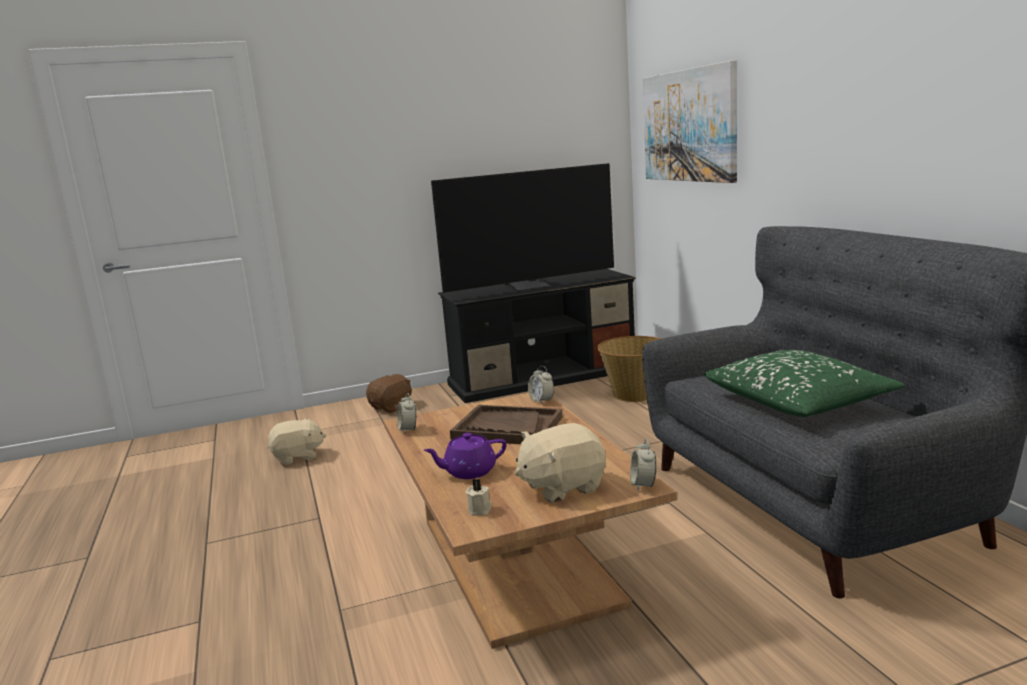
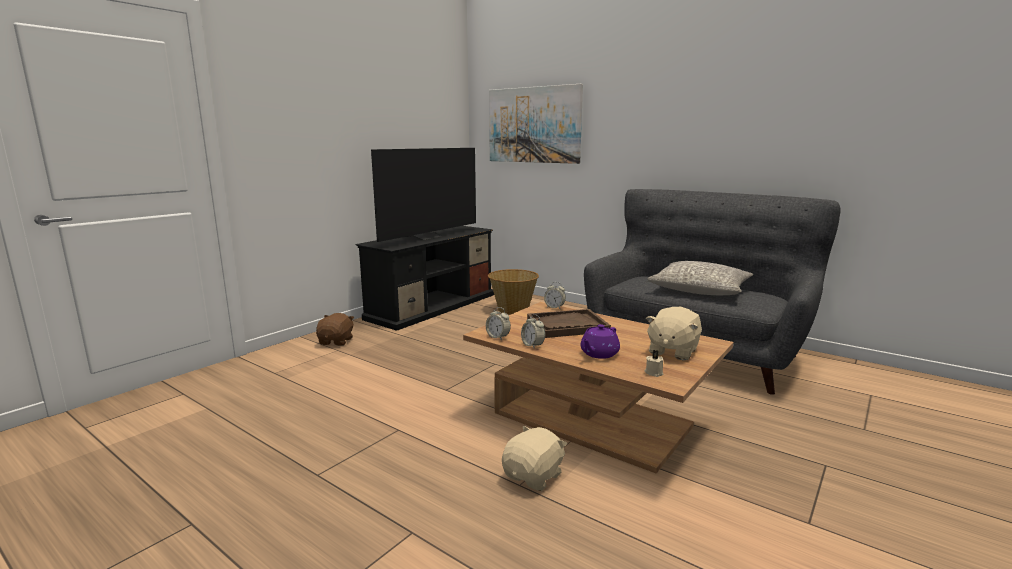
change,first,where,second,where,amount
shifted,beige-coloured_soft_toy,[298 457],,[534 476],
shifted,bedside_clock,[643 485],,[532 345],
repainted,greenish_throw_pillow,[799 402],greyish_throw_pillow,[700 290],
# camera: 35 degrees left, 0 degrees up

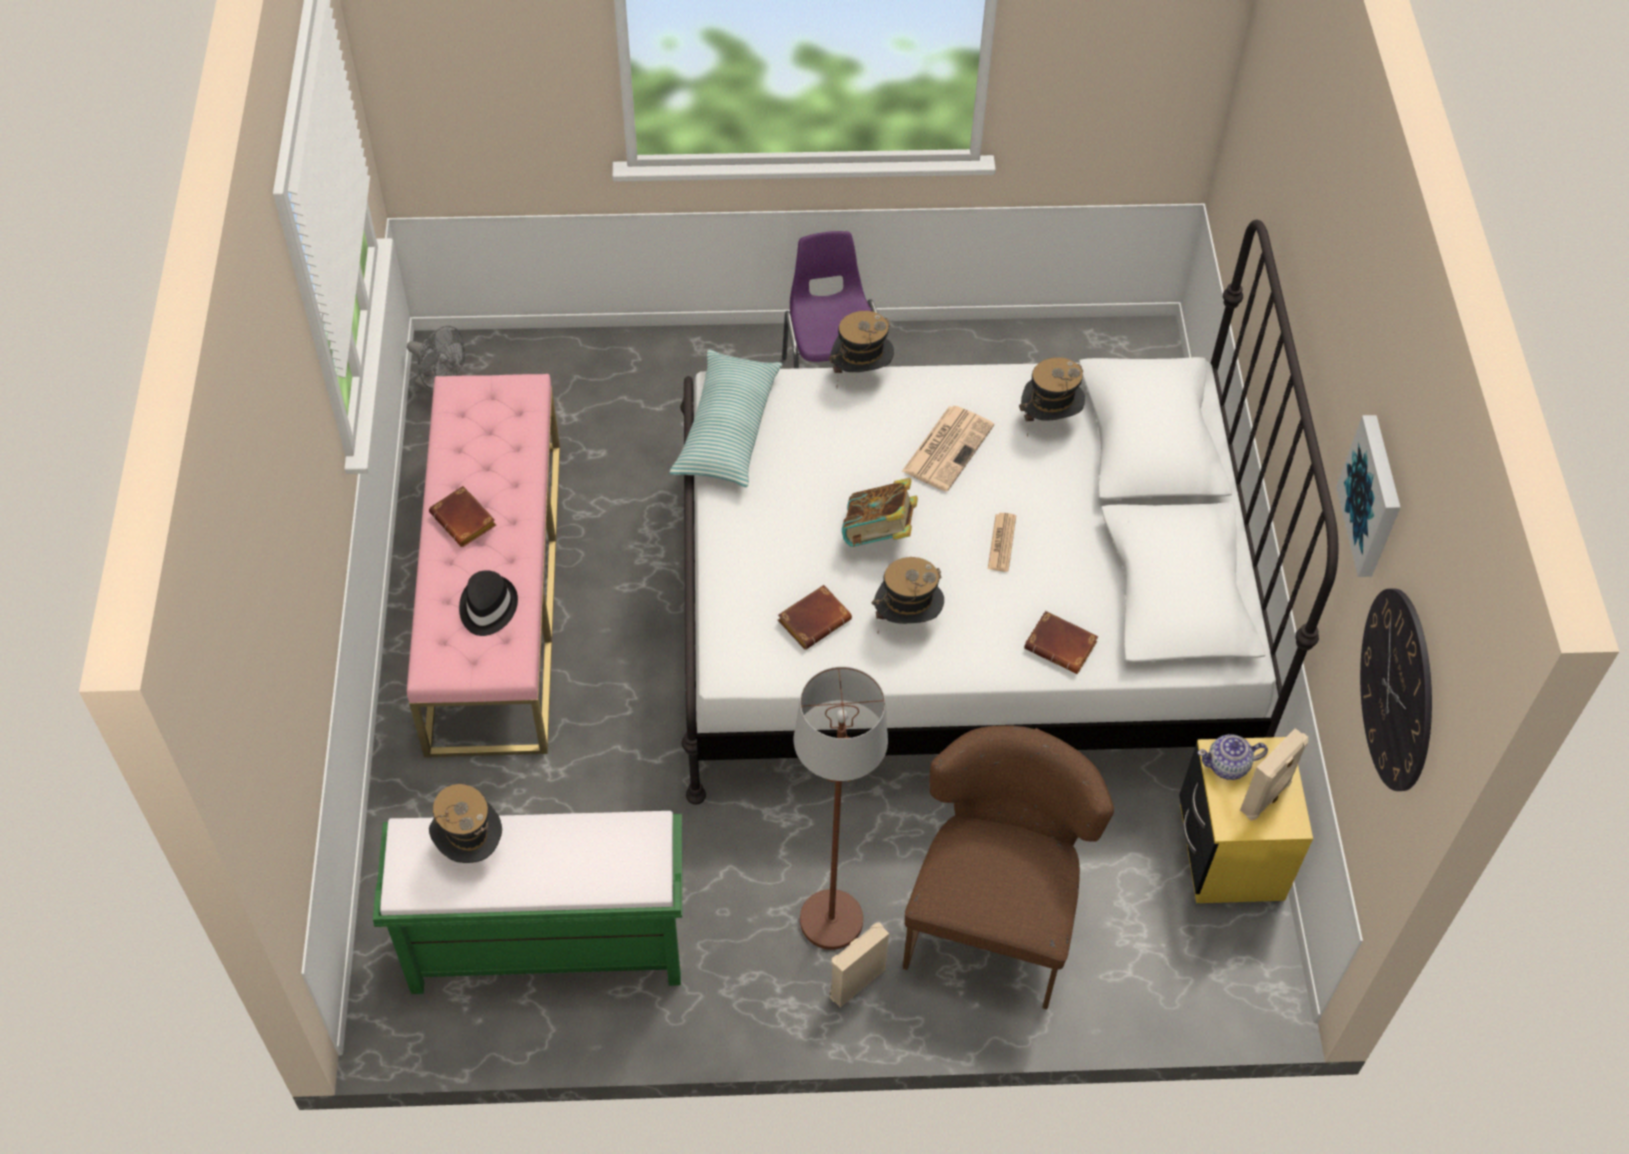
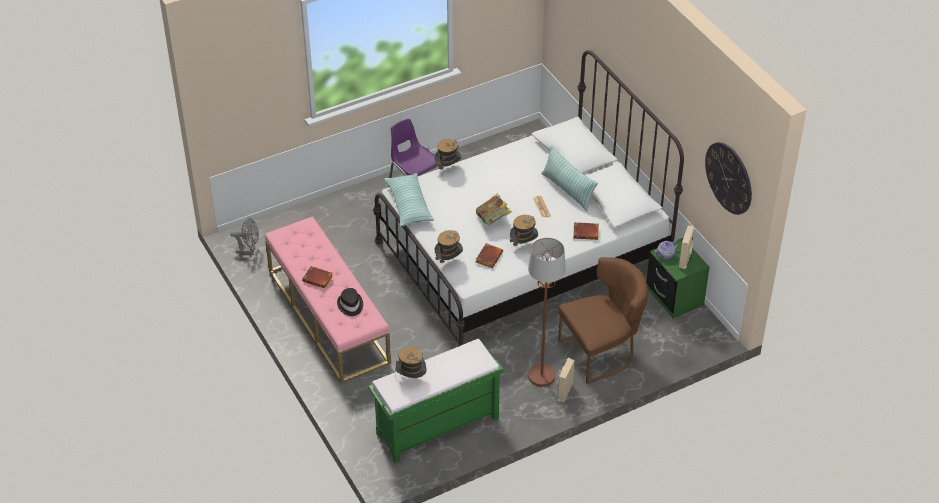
change,first,where,second,where,amount
shifted,wearable_hat,[1049 420],,[448 260],
new,,,throw_pillow,[568 190],
rotated,brown_upright_chair,[993 919],,[602 352],75 degrees clockwise
repainted,yellowish_bedside_table,[1230 852],greenish_bedside_table,[674 297],
gone,newspaper,[948 447],,,
gone,wall_art,[1374 496],,,
# camera: 25 degrees left, 10 degrees down

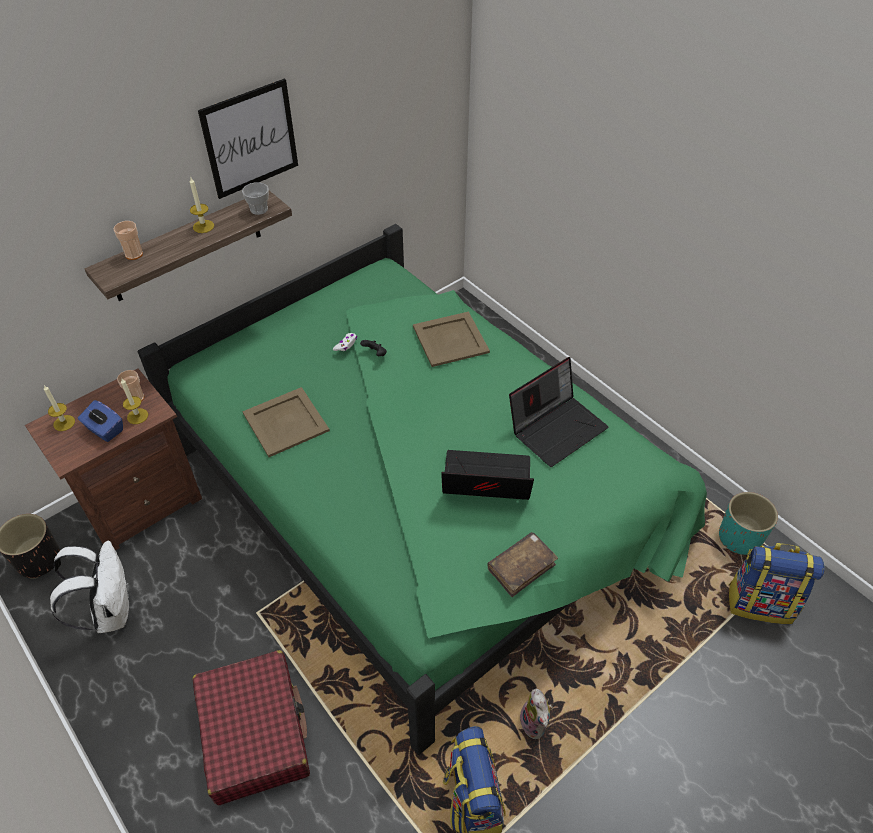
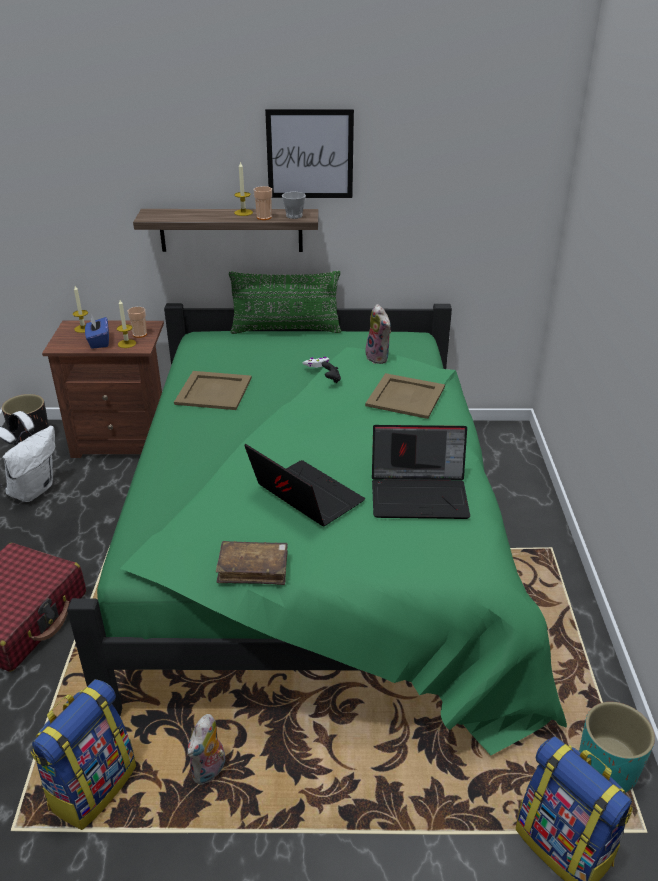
change,first,where,second,where,amount
new,,,greenish_throw_pillow,[286 329],
shifted,cup,[134 254],,[264 217],
new,,,soft_toy,[379 357],
# camera: 40 degrees right, 15 degrees down

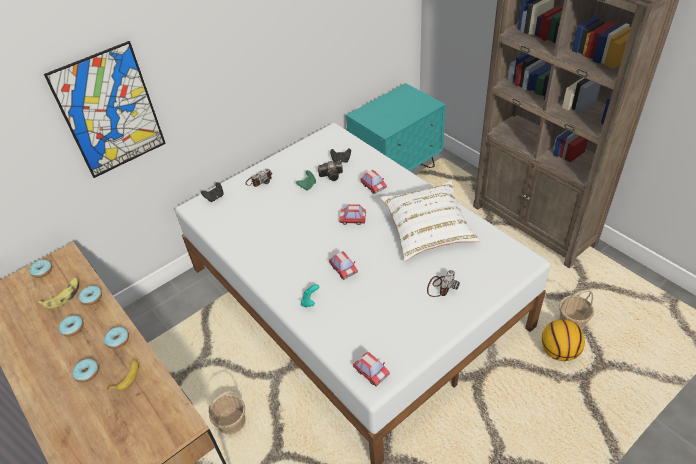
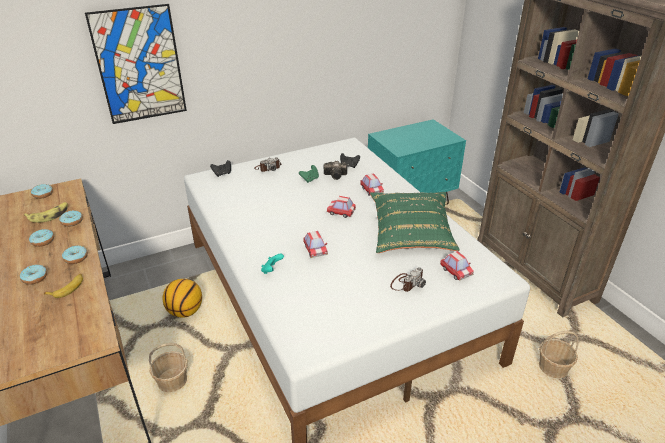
change,first,where,second,where,amount
shifted,basketball,[559 351],,[185 311],
repainted,white-coloured_throw_pillow,[427 230],greenish_throw_pillow,[411 234],
shifted,miniature_car,[371 372],,[456 271],
# camera: 10 degrees right, 10 degrees down

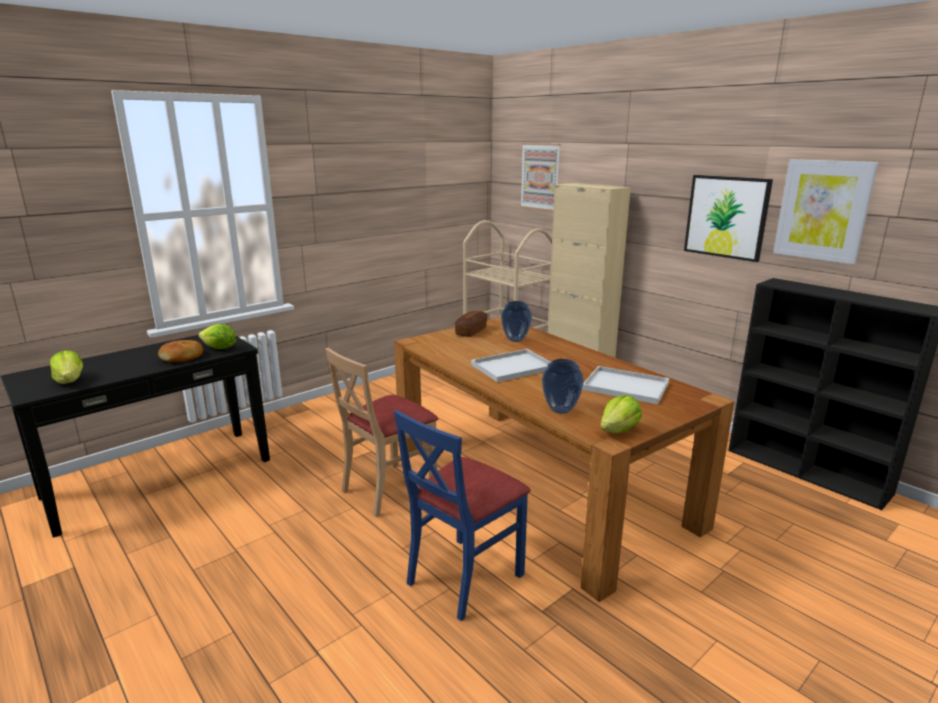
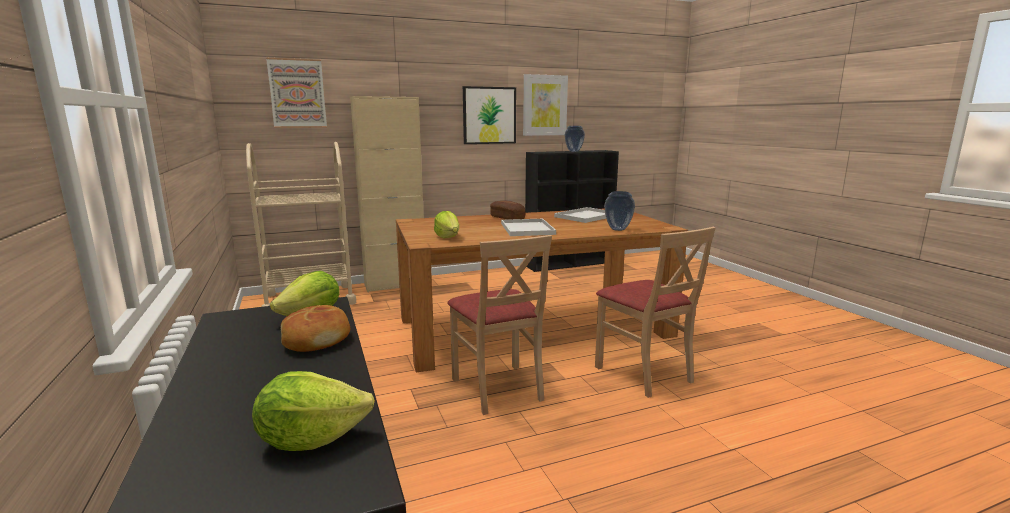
change,first,where,second,where,amount
shifted,head_of_lettuce,[619 430],,[448 237],
shifted,bread,[471 331],,[507 218],
shifted,decorative_vase,[515 339],,[573 151],
repainted,bluish_upright_chair,[463 576],beige-coloured_upright_chair,[644 373],
# camera: 70 degrees left, 5 degrees down

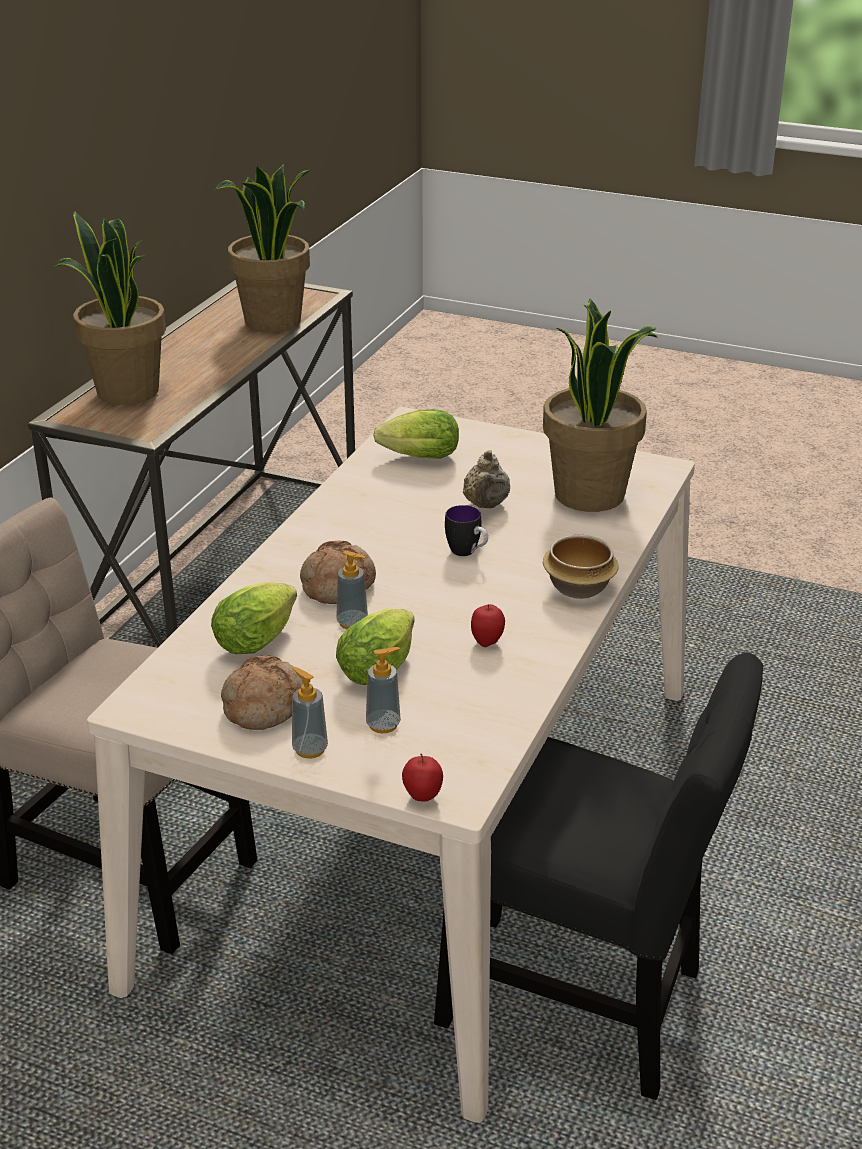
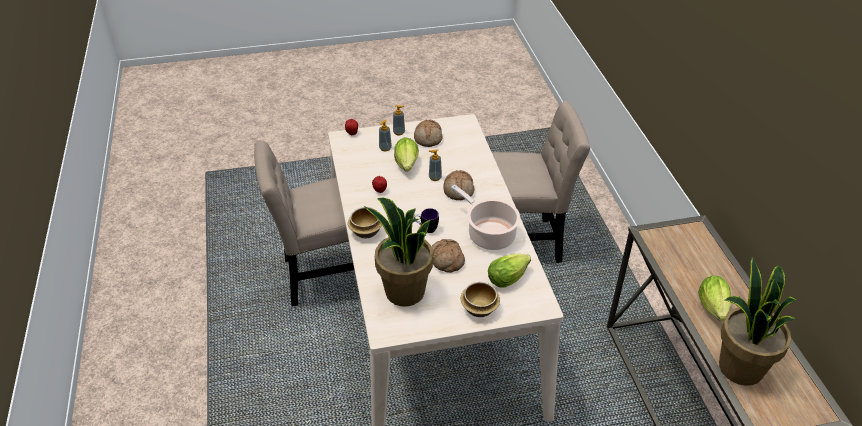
change,first,where,second,where,amount
repainted,black-coloured_upright_chair,[583 1005],beige-coloured_upright_chair,[325 275],
swapped,beige-coloured_teapot,[485 505],bread,[445 260],
new,,,cooking_pot,[489 234],
new,,,bowl,[479 308],
shifted,head_of_lettuce,[259 638],,[713 309],
gone,potted_plant,[126 391],,,
# camera: 145 degrees right, 10 degrees up

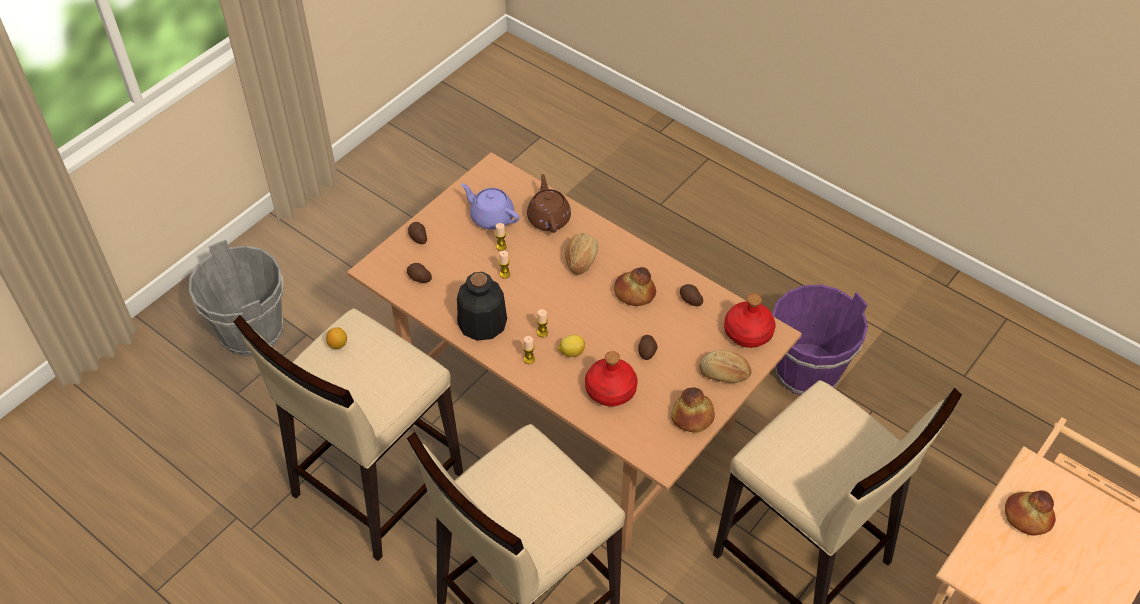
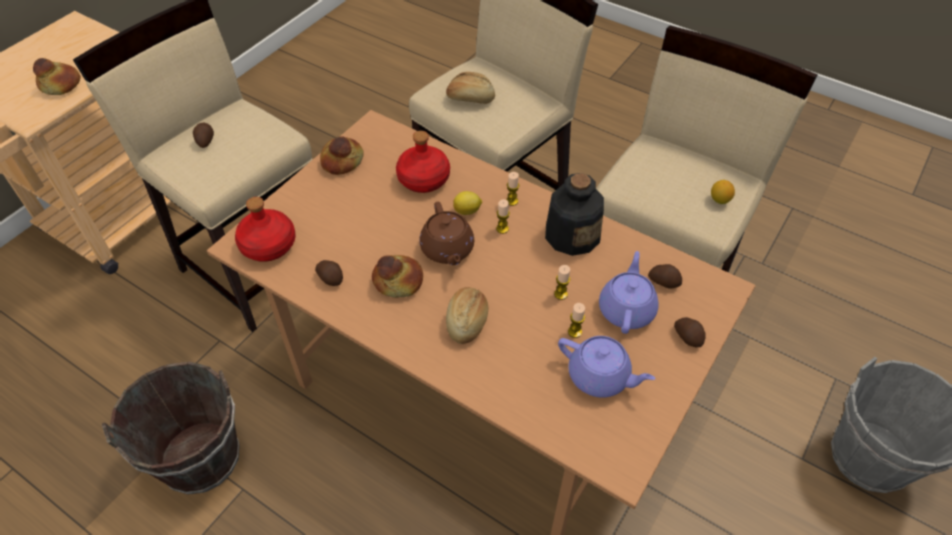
change,first,where,second,where,amount
repainted,purplish_water_bucket,[806 371],brown_water_bucket,[201 459],
shifted,whole_potato,[647 351],,[205 141],
shifted,brown_teapot,[548 218],,[447 250],
shifted,bread,[724 374],,[470 98],
new,,,purplish_teapot,[626 309],
# camera: 175 degrees right, 0 degrees up

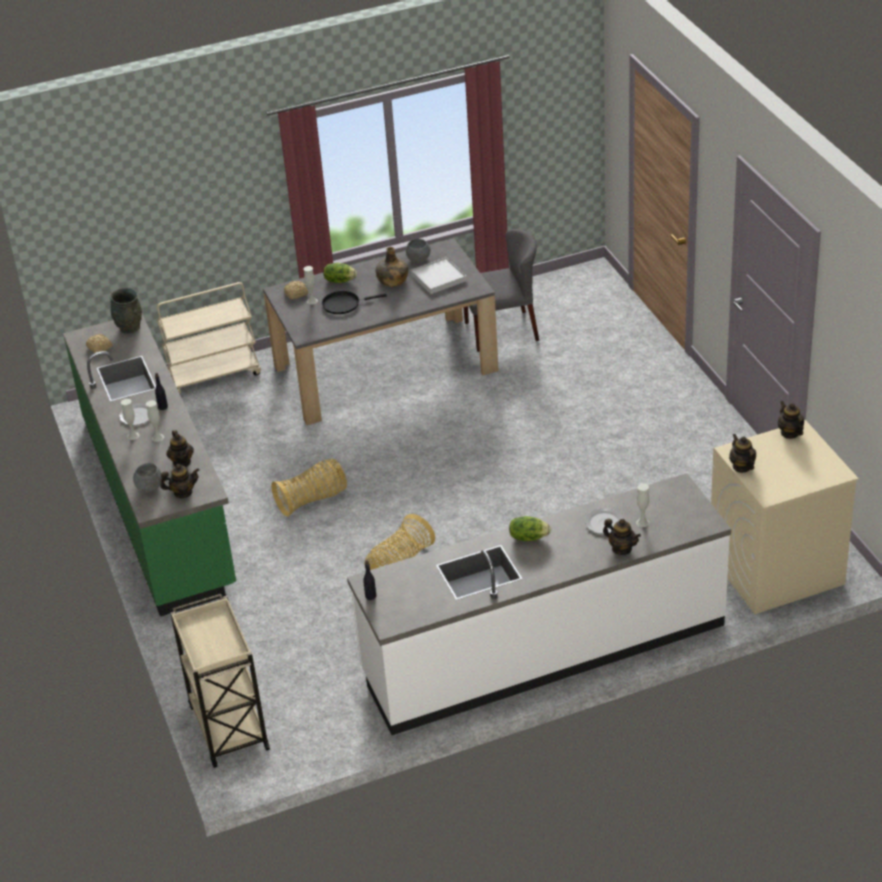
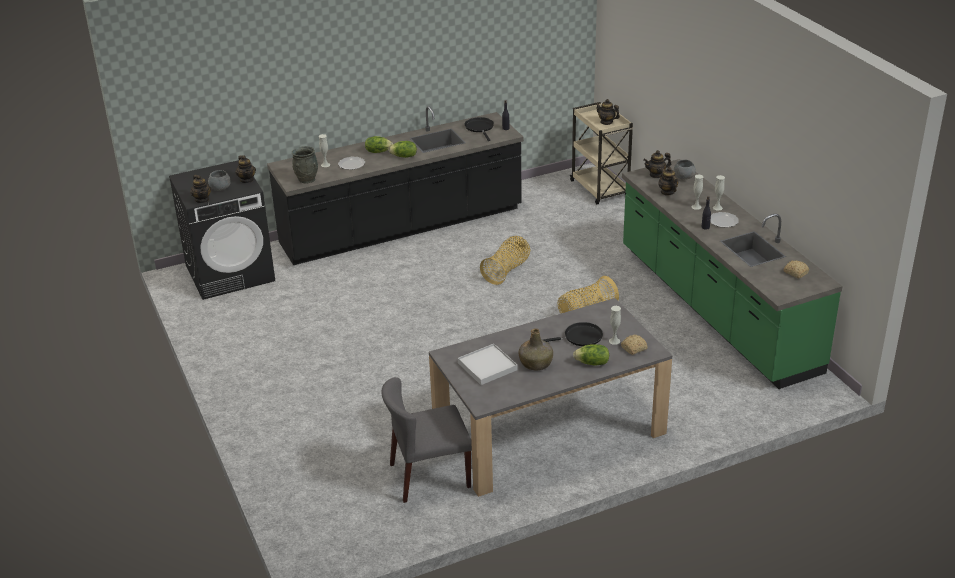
change,first,where,second,where,amount
repainted,beige-coloured_laundry_machine,[775 569],black-coloured_laundry_machine,[230 273],
shifted,greyish_bowl,[418 259],,[220 188],
repainted,white-coloured_counter,[543 649],black-coloured_counter,[402 227],
shifted,greyish_decorative_vase,[129 328],,[307 179],
new,,,head_of_lettuce,[378 151],
new,,,black-coloured_pan,[480 128],
shifted,teapot,[621 548],,[606 122],
gone,beige-coloured_trolley,[214 375],,,
# camera: 175 degrees right, 5 degrees down

